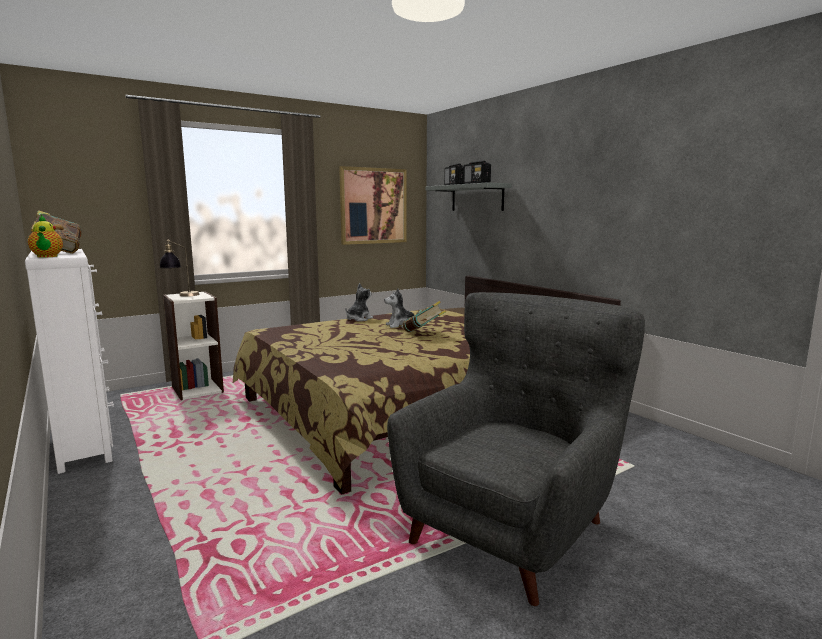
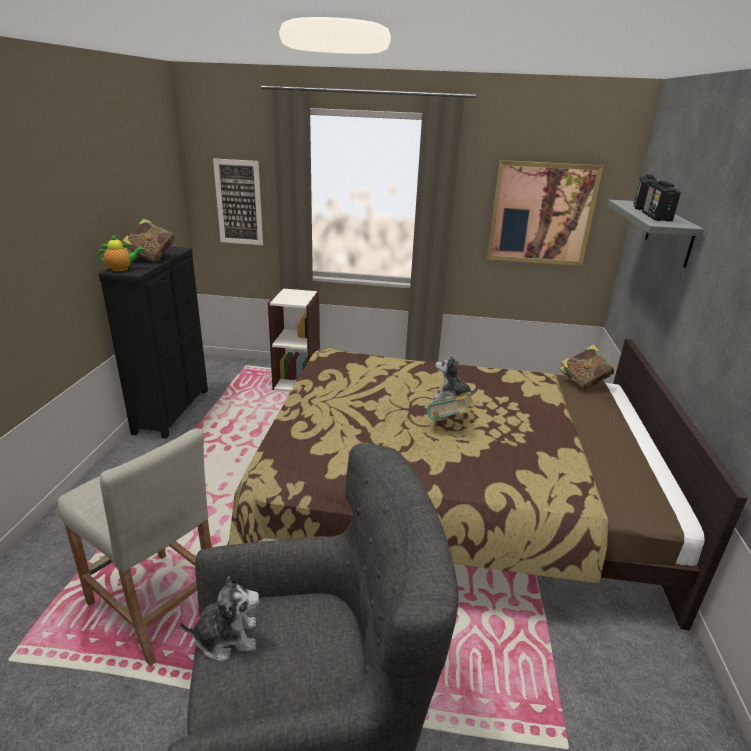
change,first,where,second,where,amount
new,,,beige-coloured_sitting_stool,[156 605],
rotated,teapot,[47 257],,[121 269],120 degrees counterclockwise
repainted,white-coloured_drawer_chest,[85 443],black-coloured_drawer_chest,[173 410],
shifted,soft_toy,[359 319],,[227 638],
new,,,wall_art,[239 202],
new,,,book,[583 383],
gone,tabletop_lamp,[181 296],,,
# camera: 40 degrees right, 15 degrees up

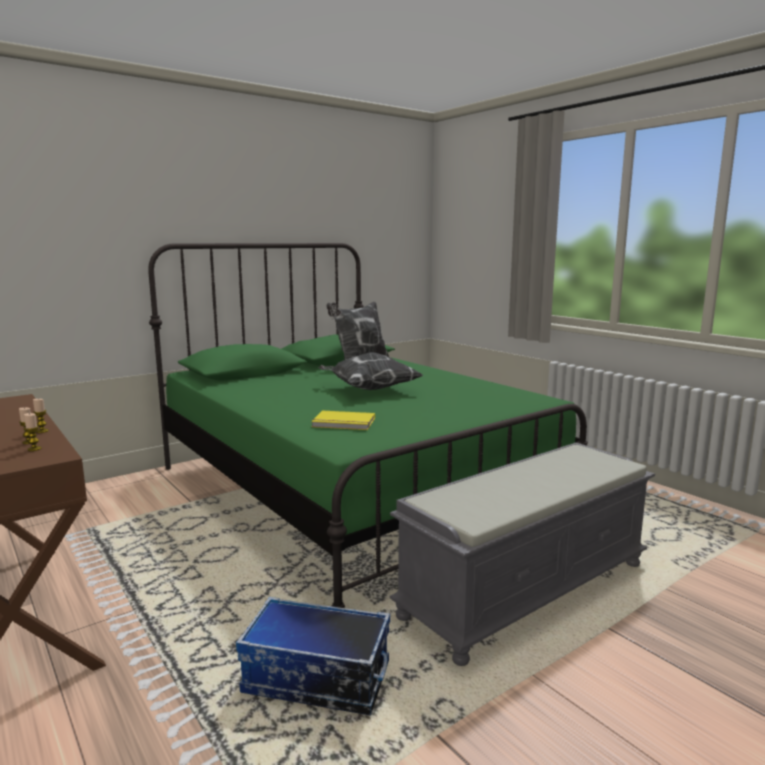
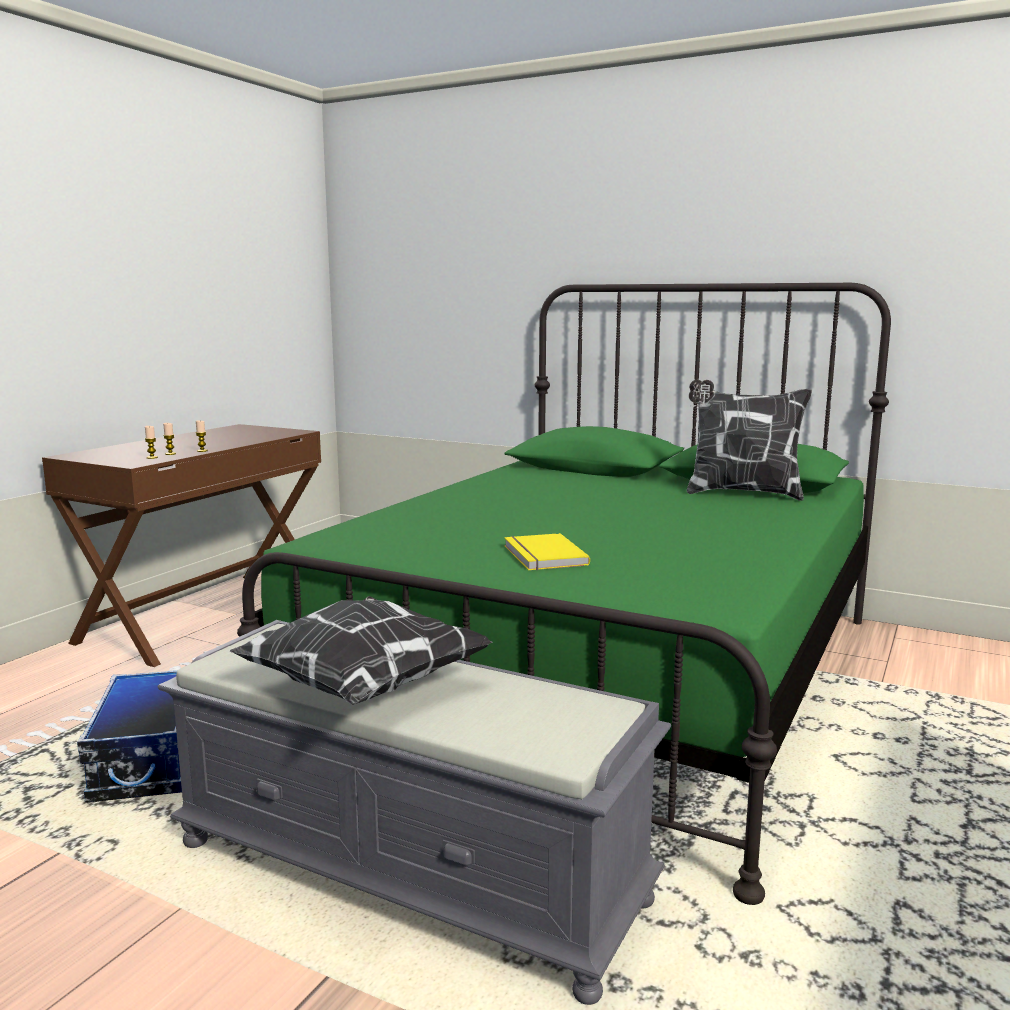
change,first,where,second,where,amount
shifted,throw_pillow,[369 389],,[364 686],
shifted,yellowish_book,[343 423],,[542 556],
# camera: 65 degrees right, 0 degrees up

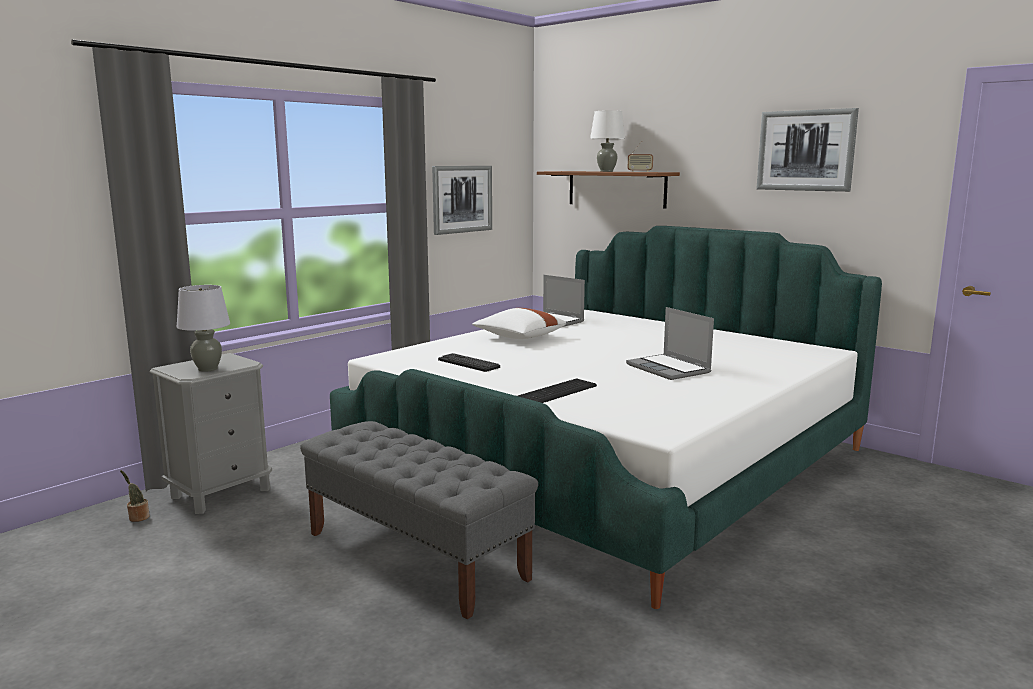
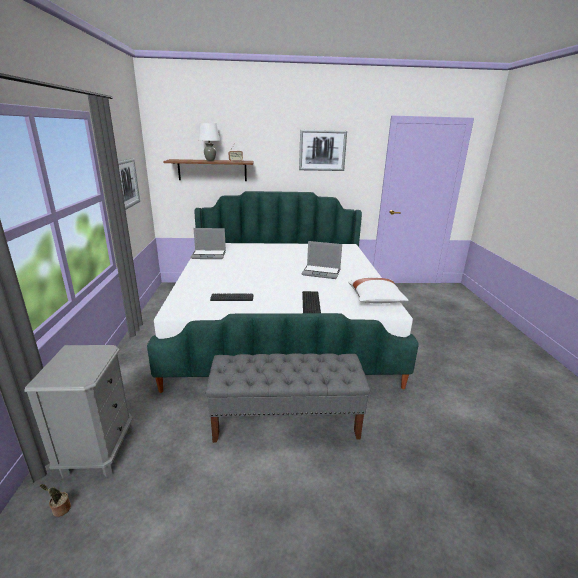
change,first,where,second,where,amount
shifted,white-coloured_throw_pillow,[519 337],,[375 300],
gone,greyish_tabletop_lamp,[207 369],,,
# camera: 45 degrees left, 10 degrees up

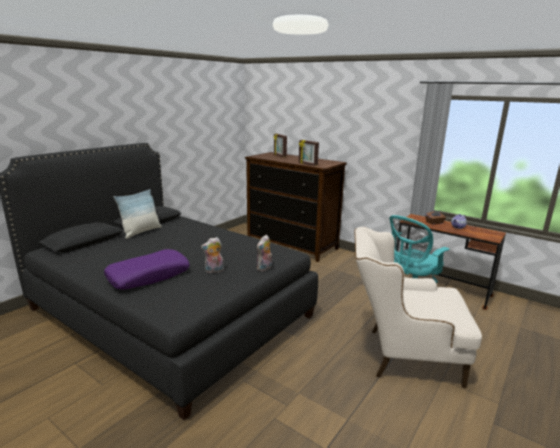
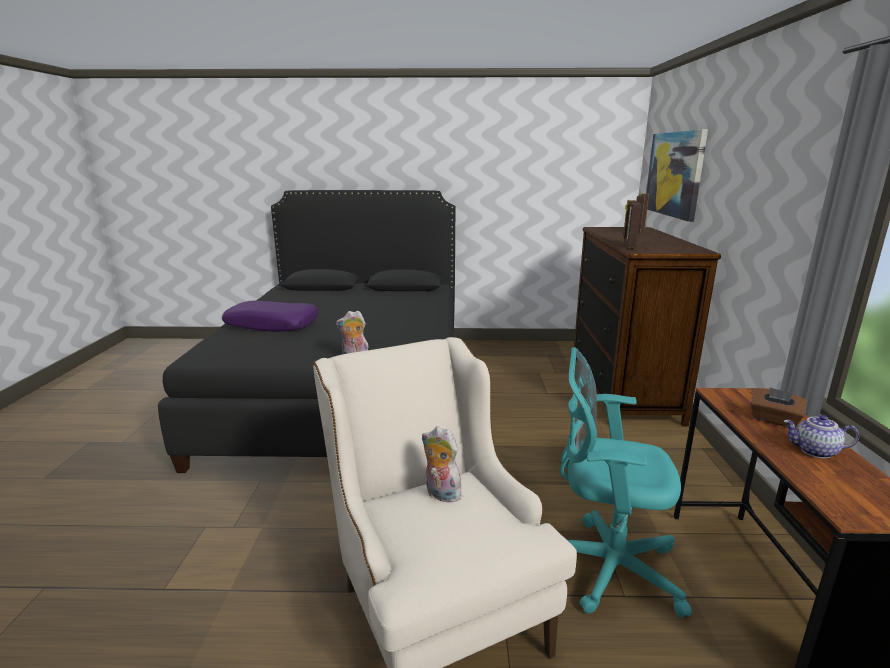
change,first,where,second,where,amount
shifted,soft_toy,[214 271],,[440 494],
new,,,wall_art,[674 174],
gone,throw_pillow,[141 232],,,
# camera: 55 degrees right, 0 degrees up

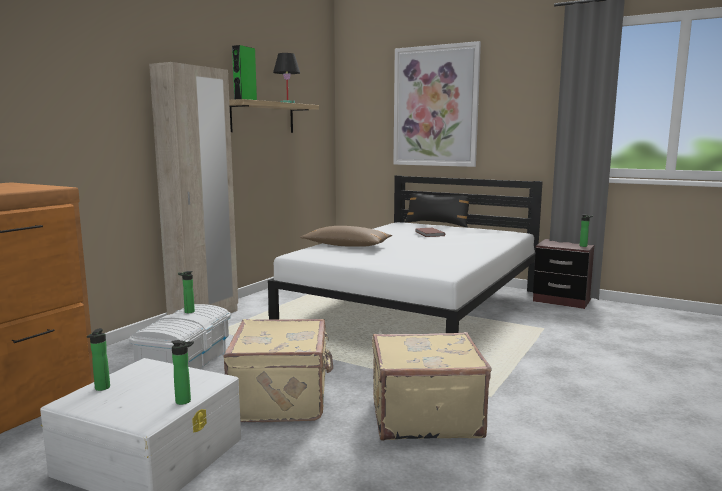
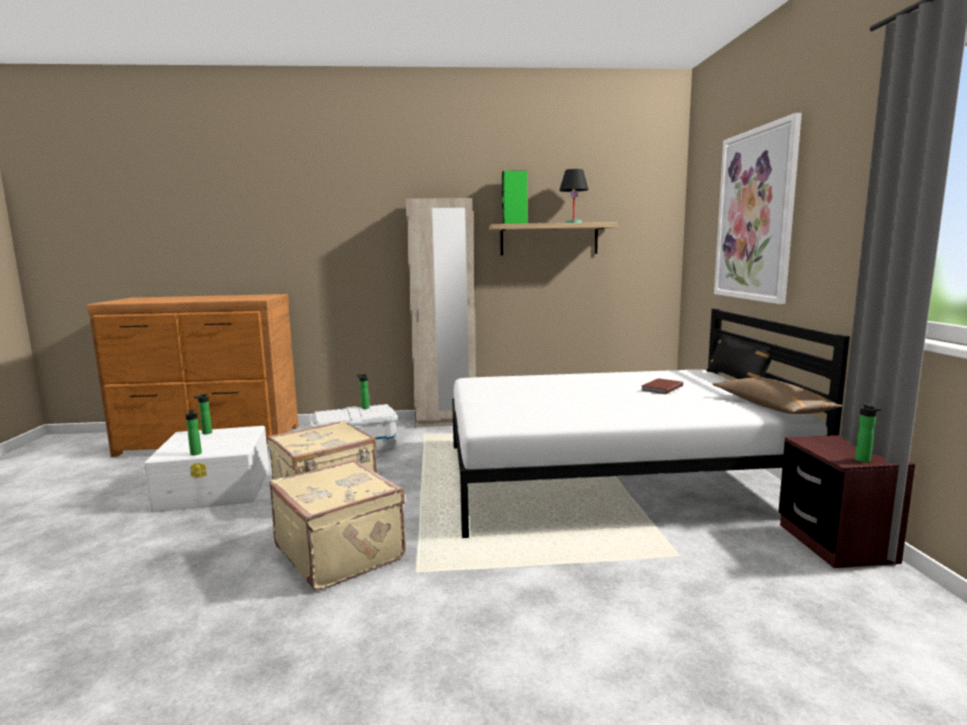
change,first,where,second,where,amount
shifted,brown_throw_pillow,[346 246],,[771 407],
# camera: 55 degrees right, 0 degrees up

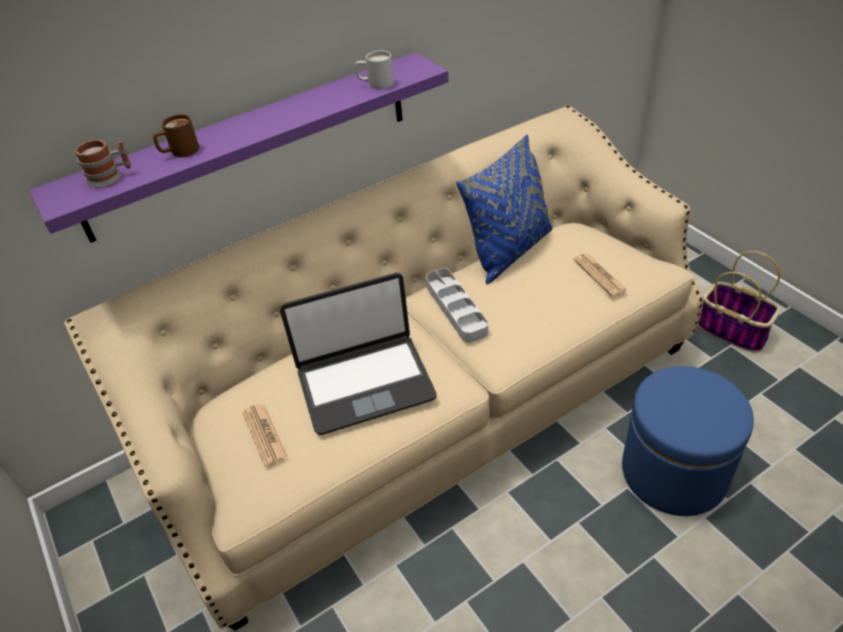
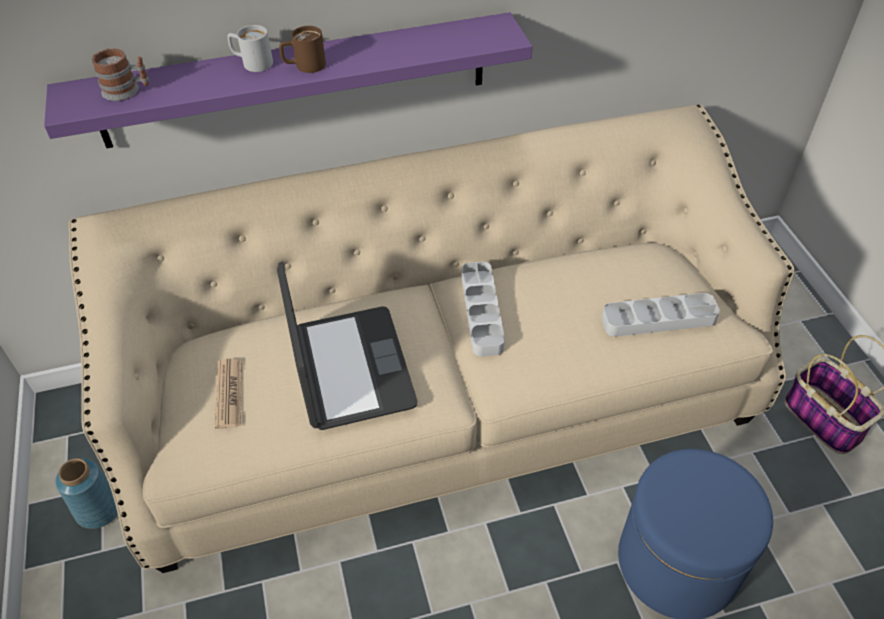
change,first,where,second,where,amount
new,,,bluish_decorative_vase,[98 509],
shifted,white-coloured_tea_mug,[375 84],,[252 63],
rotated,laptop,[365 383],,[350 369],105 degrees counterclockwise
shifted,brown_tea_mug,[179 152],,[304 66],
swapped,newspaper,[599 275],greyish_serving_tray,[658 319],
gone,bluish_throw_pillow,[509 251],,,
# camera: 15 degrees right, 5 degrees up

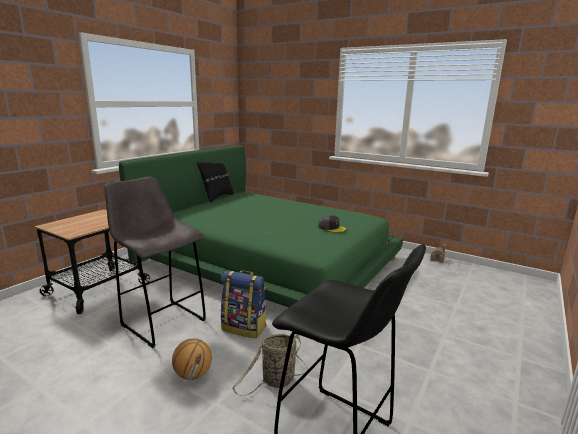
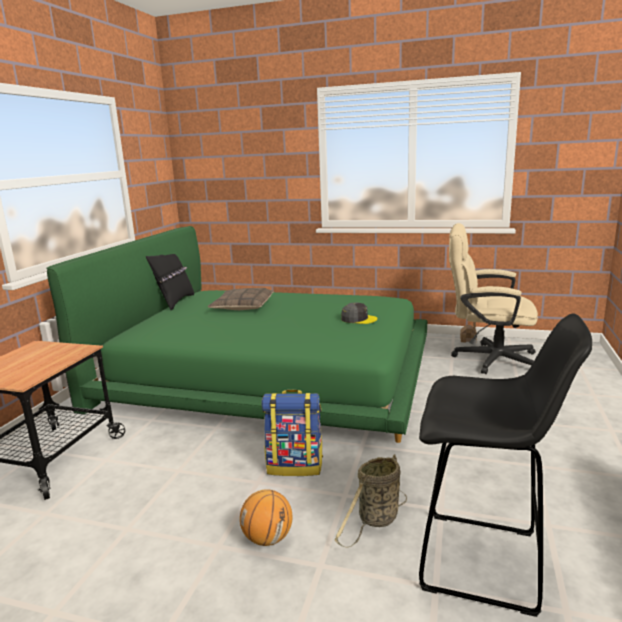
change,first,where,second,where,amount
new,,,throw_pillow,[242 306],
new,,,beige-coloured_desk_chair,[487 358],
gone,greyish_sitting_stool,[162 321],,,
# camera: 15 degrees left, 0 degrees up

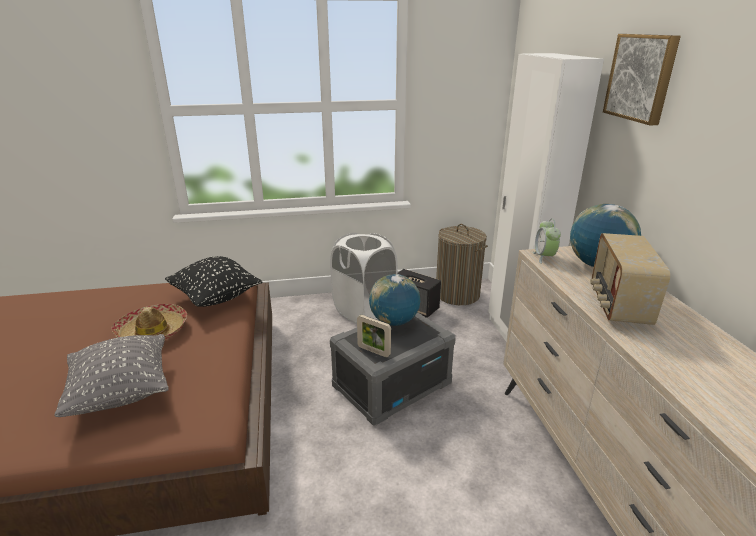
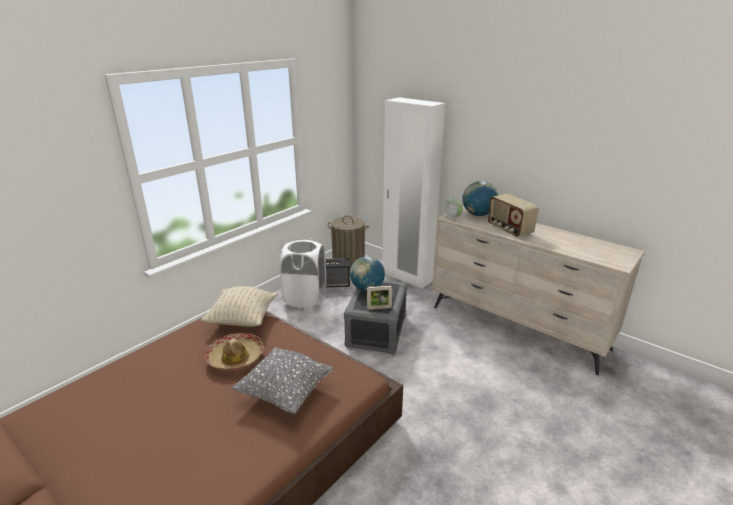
change,first,where,second,where,amount
repainted,black-coloured_throw_pillow,[216 297],beige-coloured_throw_pillow,[242 320],
gone,wall_art,[641 77],,,
# camera: 40 degrees left, 0 degrees up

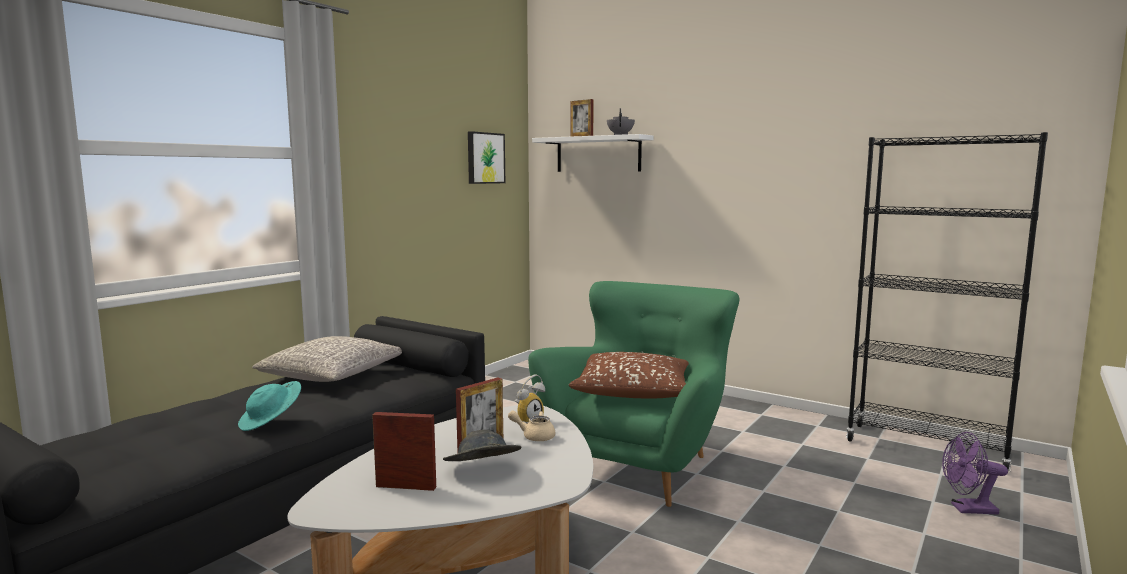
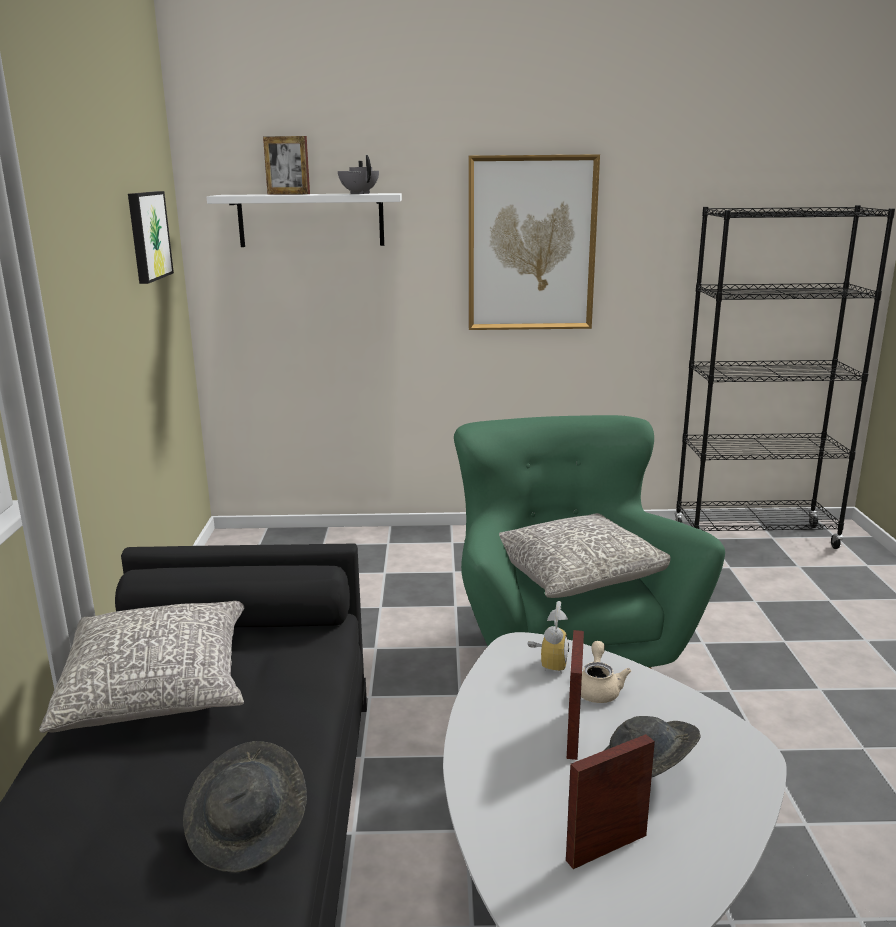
change,first,where,second,where,amount
repainted,turquoise-coloured_wearable_hat,[271 421],greyish_wearable_hat,[248 829],
new,,,wall_art,[531 244],
repainted,brown_throw_pillow,[633 391],greyish_throw_pillow,[576 573],
rotated,beige-coloured_teapot,[534 436],,[598 688],120 degrees clockwise
gone,purplish_electric_fan,[967 509],,,
# camera: 35 degrees left, 10 degrees up

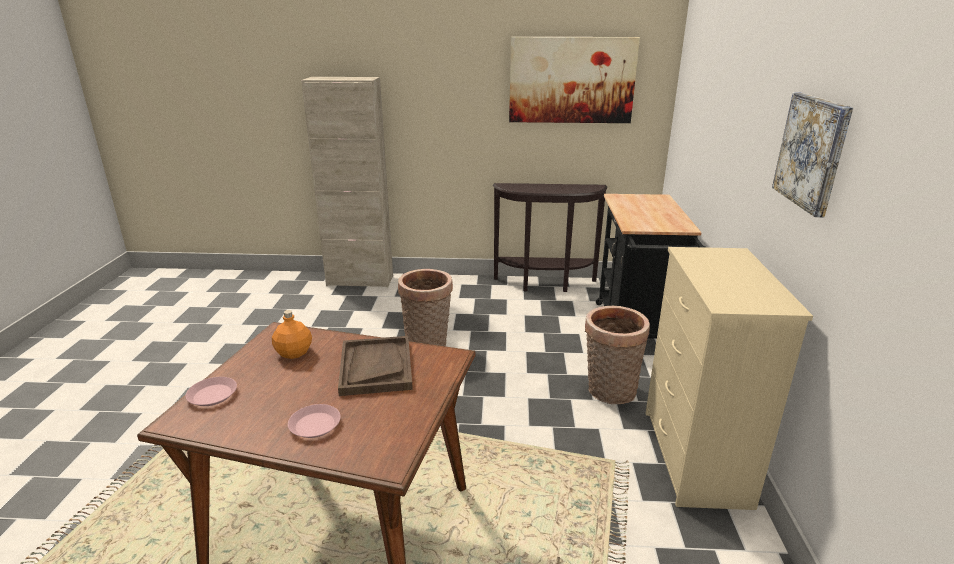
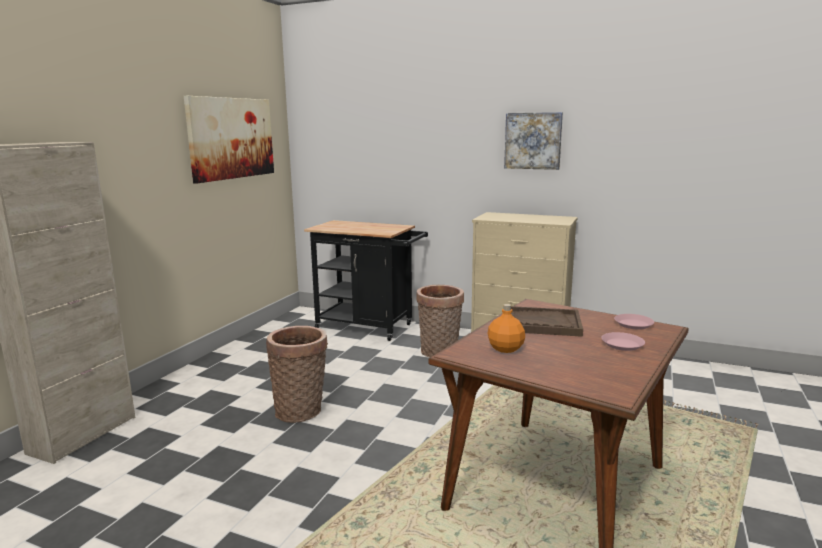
change,first,where,second,where,amount
shifted,pink-coloured_plate,[212 395],,[633 324],
gone,brown_narrow_table,[545 284],,,
# camera: 70 degrees left, 10 degrees down

